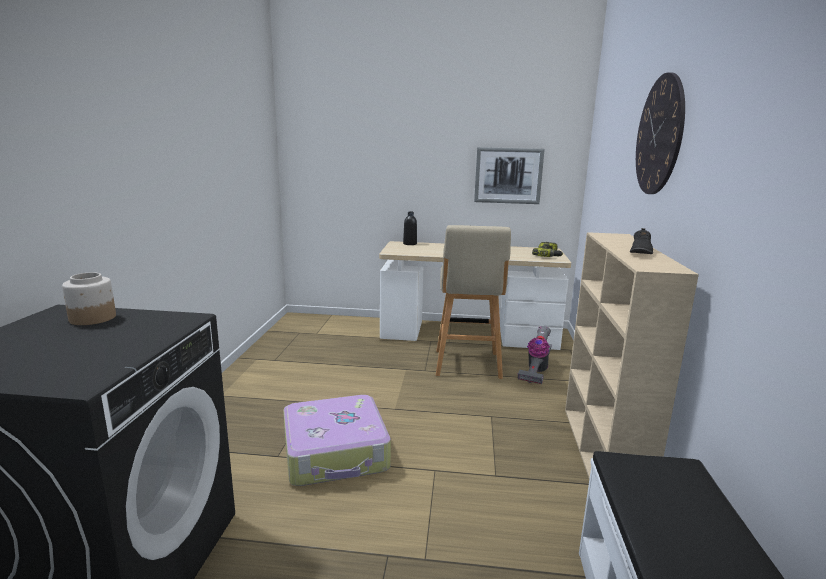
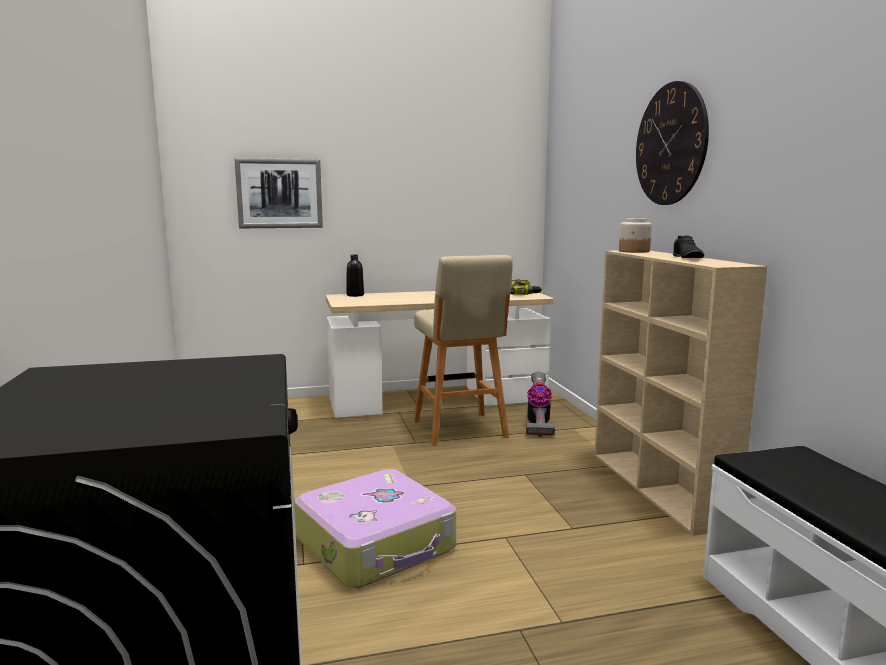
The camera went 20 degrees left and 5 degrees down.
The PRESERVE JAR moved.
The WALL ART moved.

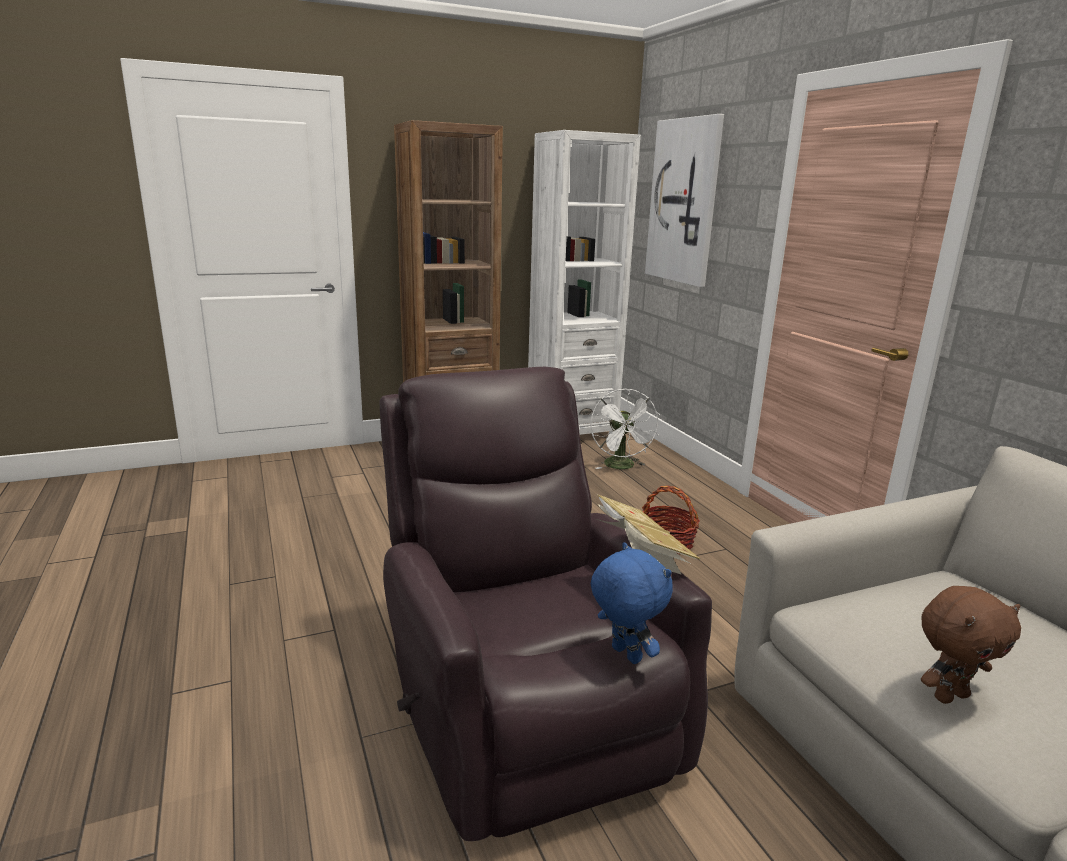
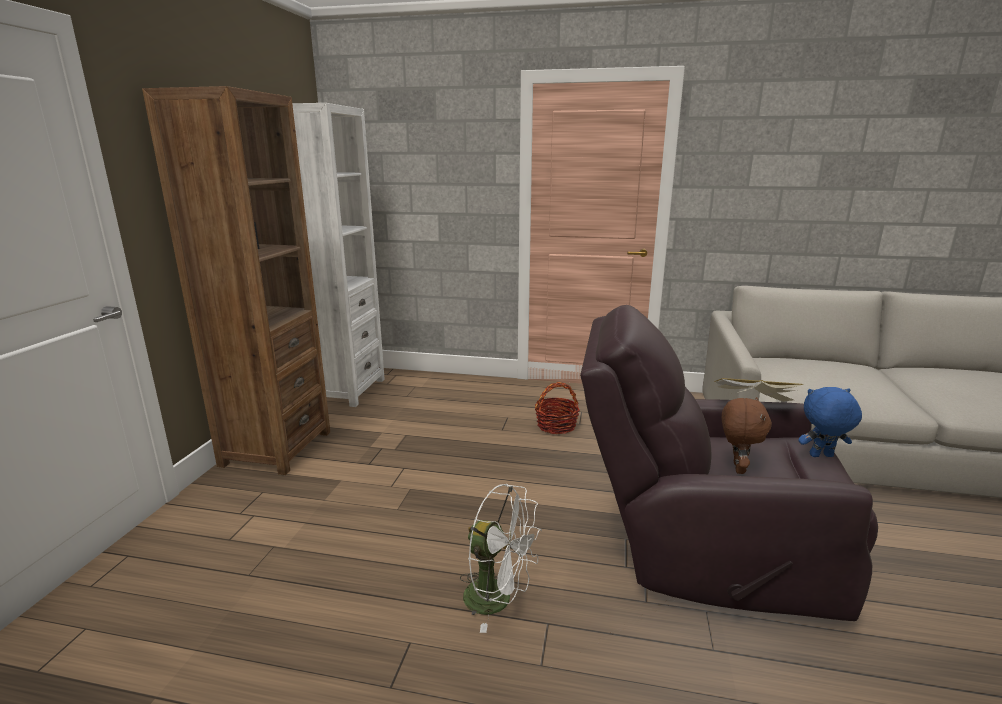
The camera went 55 degrees left and 0 degrees up.
The WALL ART disappeared.
The WHITISH FAN moved.
The BROWNISH CUDDLY TOY moved.

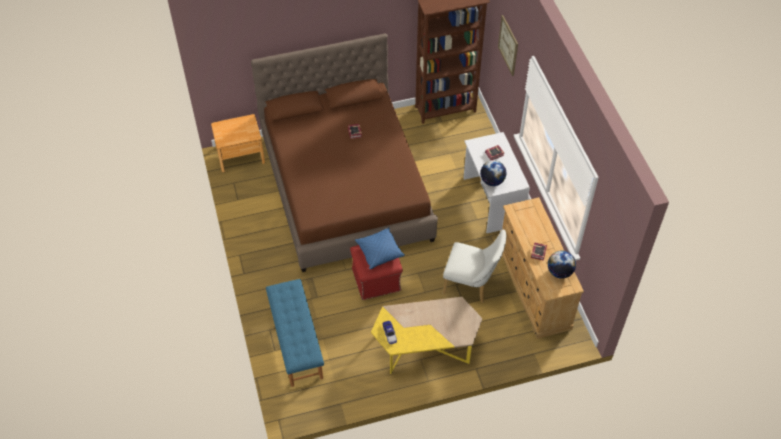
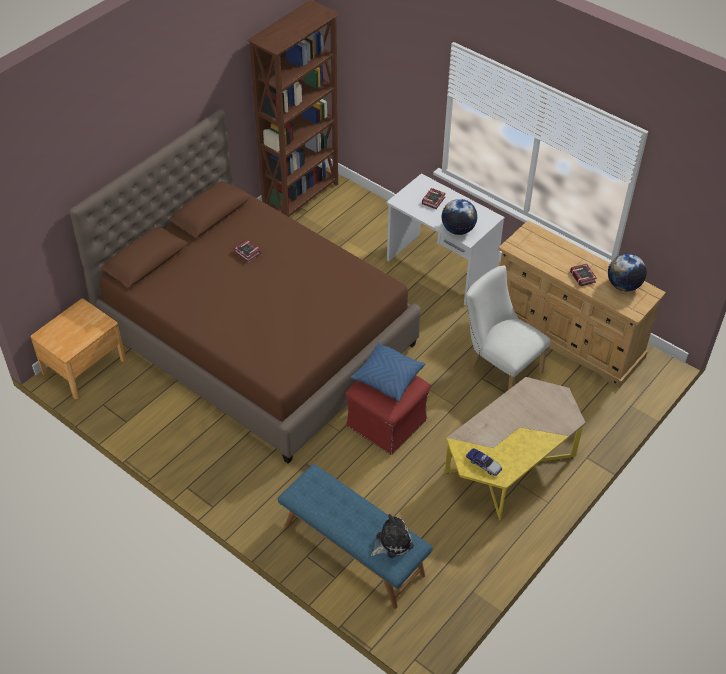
The camera went 35 degrees left and 5 degrees down.
The WALL ART disappeared.
The CUDDLY TOY appeared.
The WHITISH CHAIR turned 120 degrees counterclockwise.

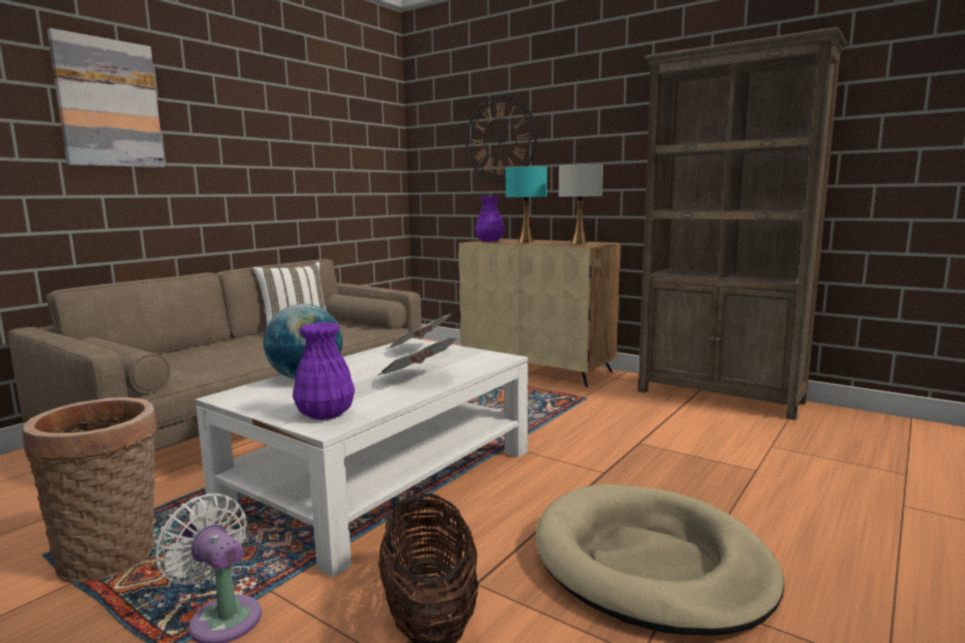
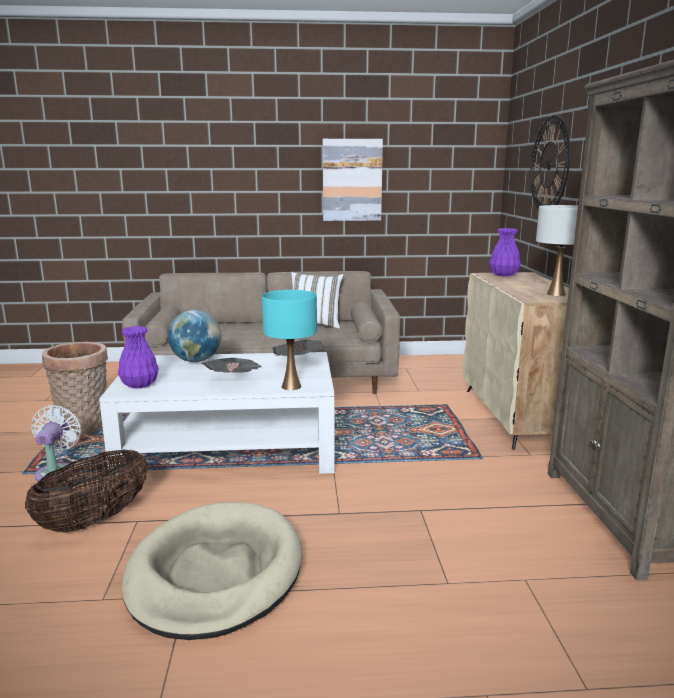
The camera went 50 degrees right and 5 degrees up.
The WALL ART moved.
The TURQUOISE LAMP FOR A TABLE moved.

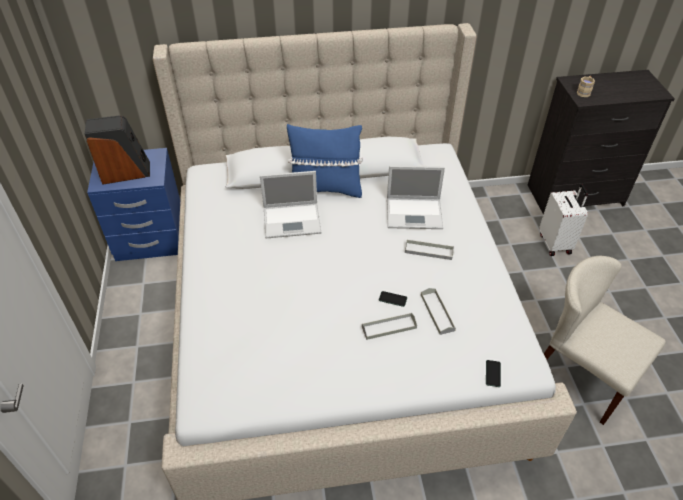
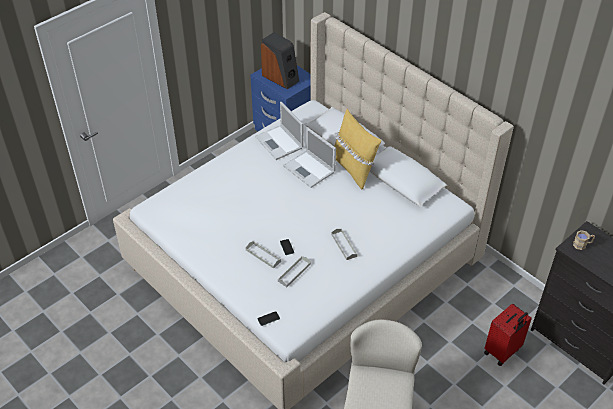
The camera went 55 degrees right and 0 degrees up.
The PORTABLE COMPUTER (2nd from left in the first image) moved.
The BLUE-COLOURED THROW PILLOW became the YELLOW-COLOURED THROW PILLOW.
The WHITISH PIECE OF LUGGAGE became the REDDISH PIECE OF LUGGAGE.

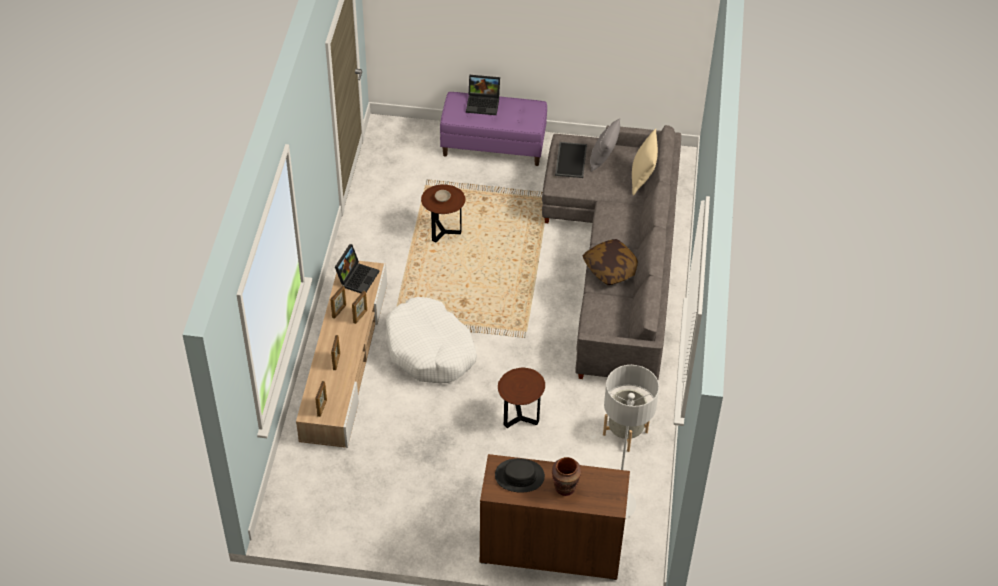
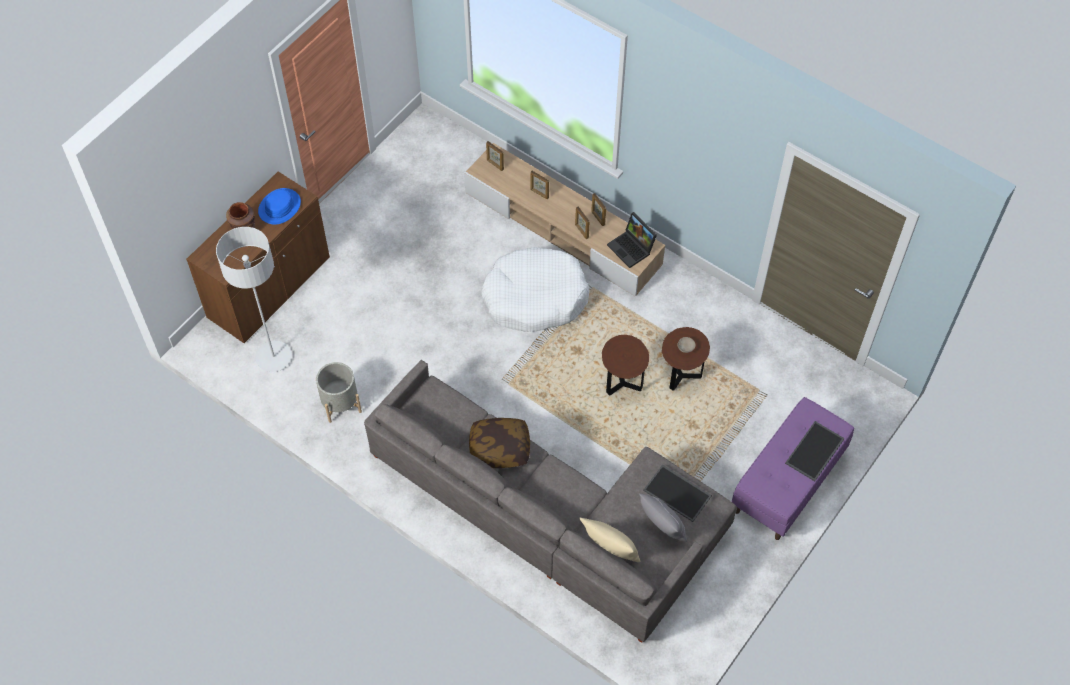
The camera went 120 degrees right and 10 degrees up.
The BROWNISH ACCENT TABLE (2nd from left in the first image) moved.
The PORTABLE COMPUTER (2nd from left) was replaced by the TRAY (2nd from left).
The BLACK-COLOURED CLOTHING HAT became the BLUE-COLOURED CLOTHING HAT.

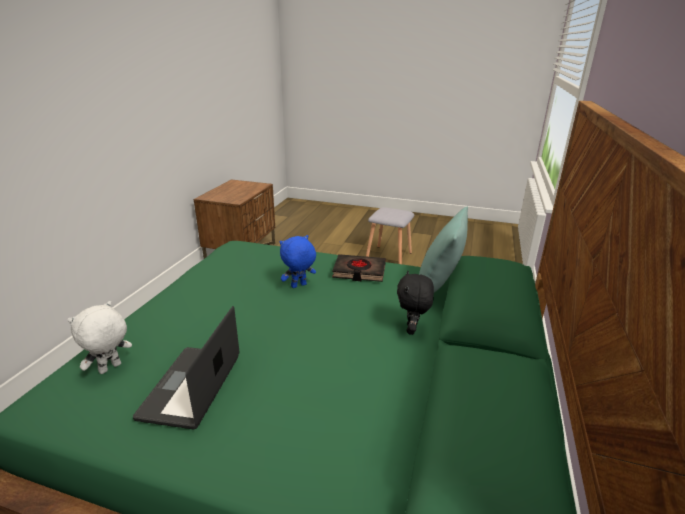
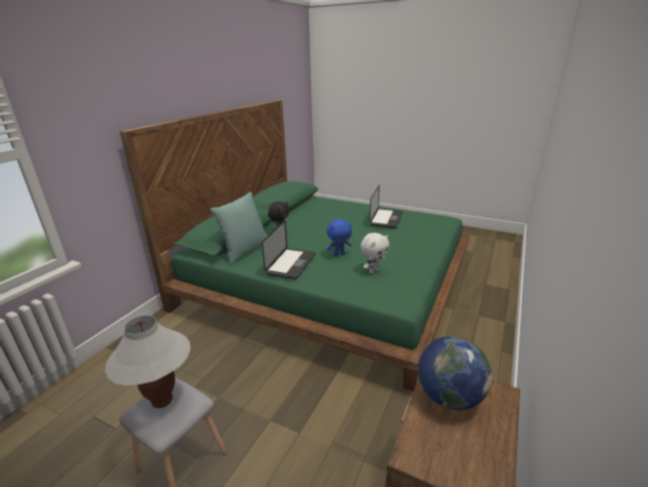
The camera went 170 degrees left and 0 degrees up.
The WHITISH LAMP FOR A TABLE appeared.
The GLOBE appeared.
The WHITISH CUDDLY TOY moved.
The BLACK-COLOURED BOOK was replaced by the PORTABLE COMPUTER (1st from left).

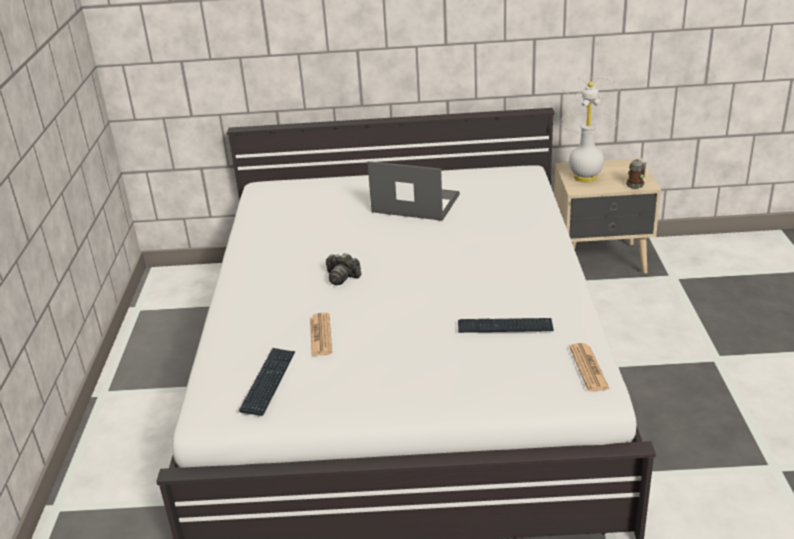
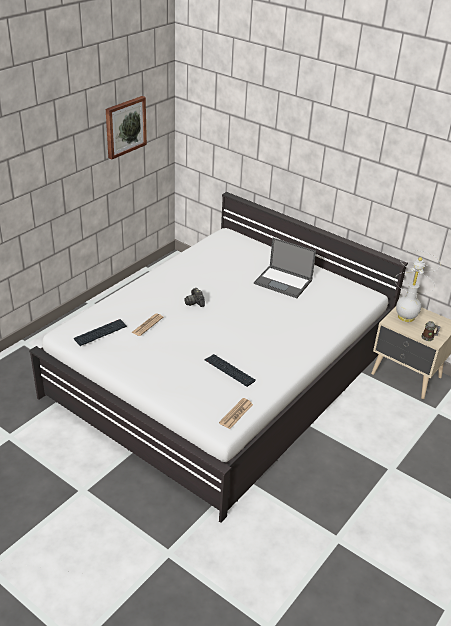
The camera went 35 degrees right and 5 degrees up.
The WALL ART appeared.
The PORTABLE COMPUTER turned 150 degrees clockwise.

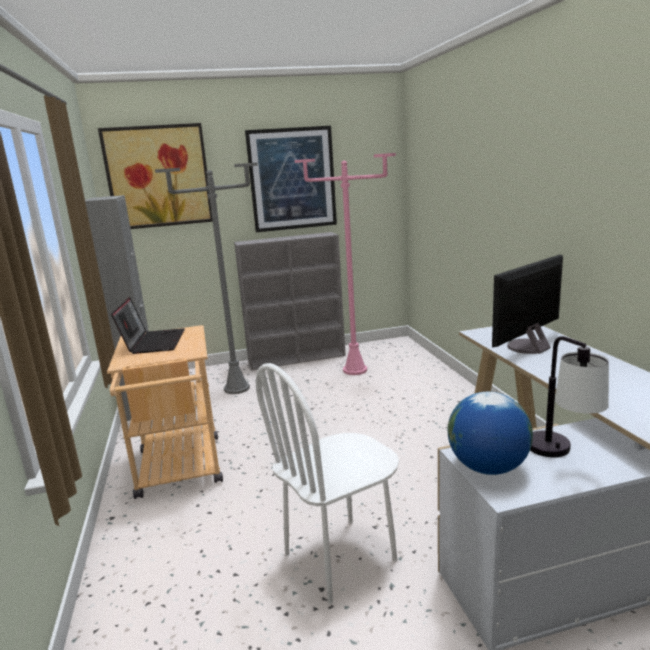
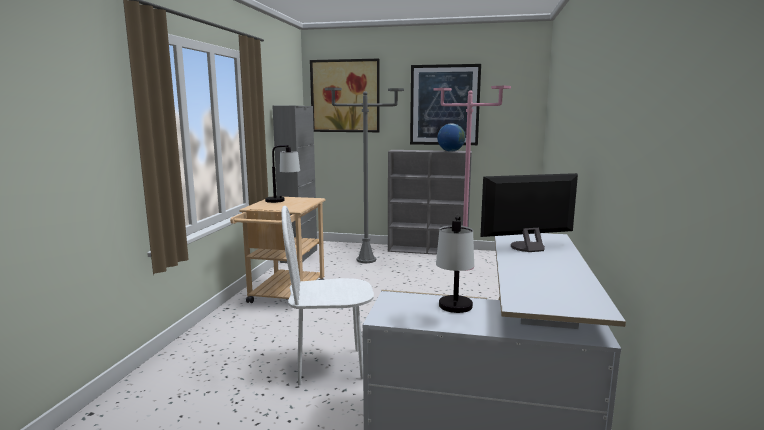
The camera went 25 degrees right and 5 degrees down.
The GLOBE moved.
The PORTABLE COMPUTER was replaced by the LAMP FOR A TABLE (1st from left).

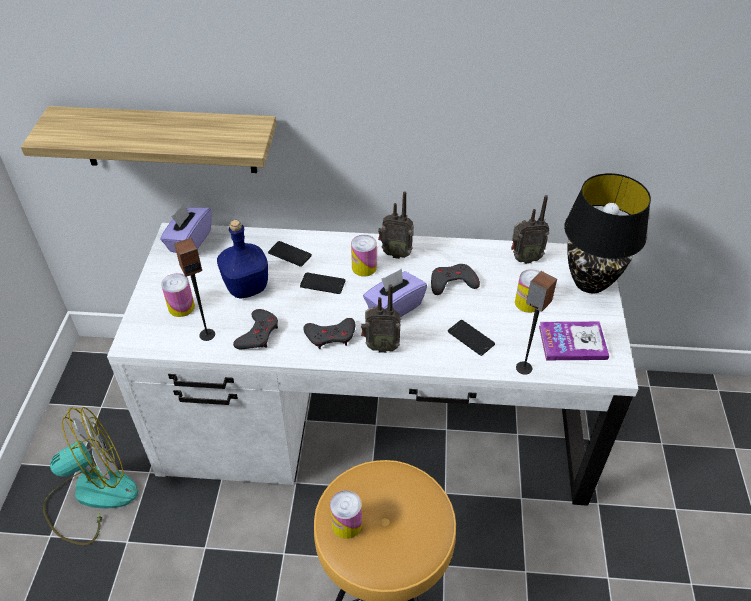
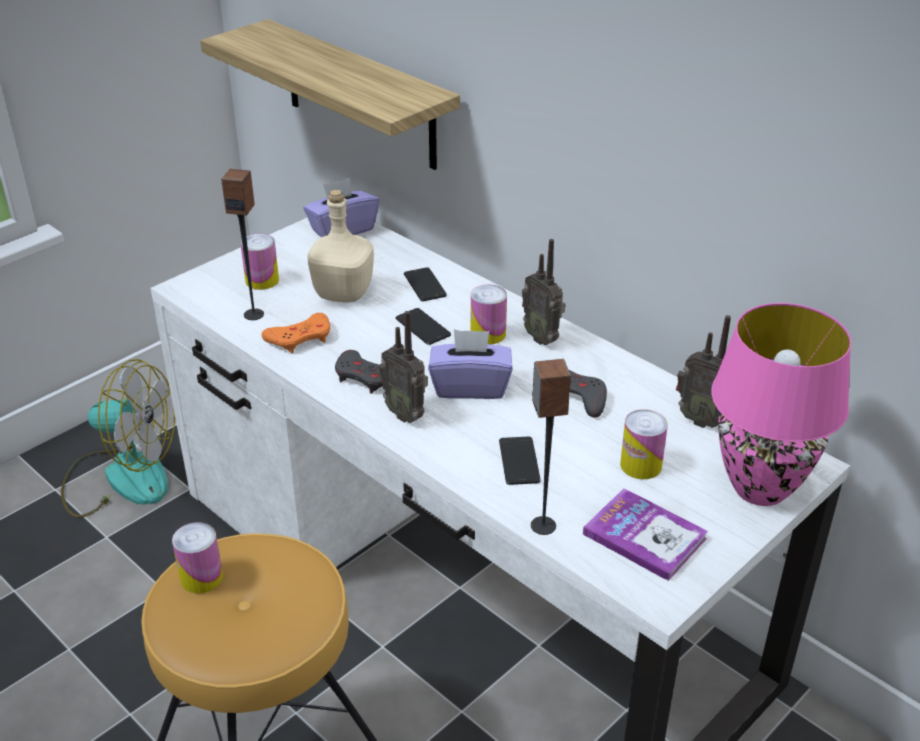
The camera went 40 degrees right and 10 degrees down.
The BLUE-COLOURED DRINK BOTTLE became the SAND-COLOURED DRINK BOTTLE.
The GREYISH GAME CONTROLLER (1st from left) became the ORANGEY GAME CONTROLLER.
The BLACK-COLOURED LAMP FOR A TABLE became the PINK-COLOURED LAMP FOR A TABLE.

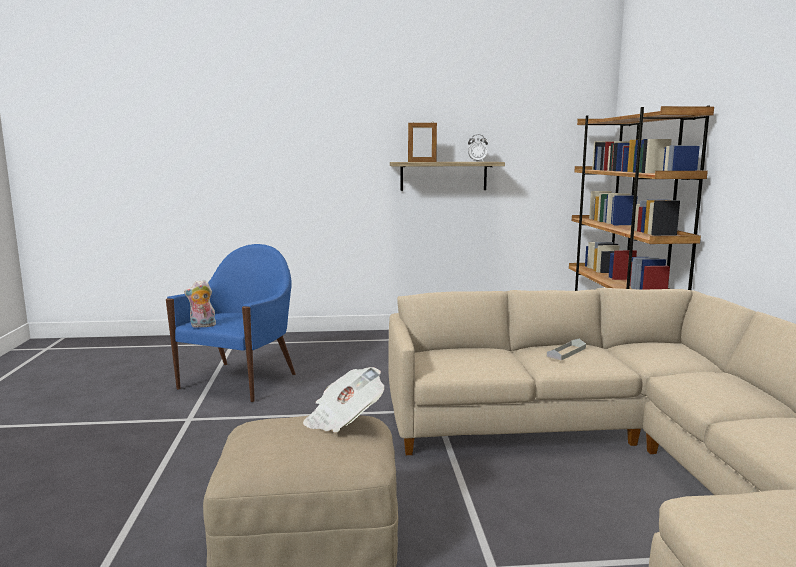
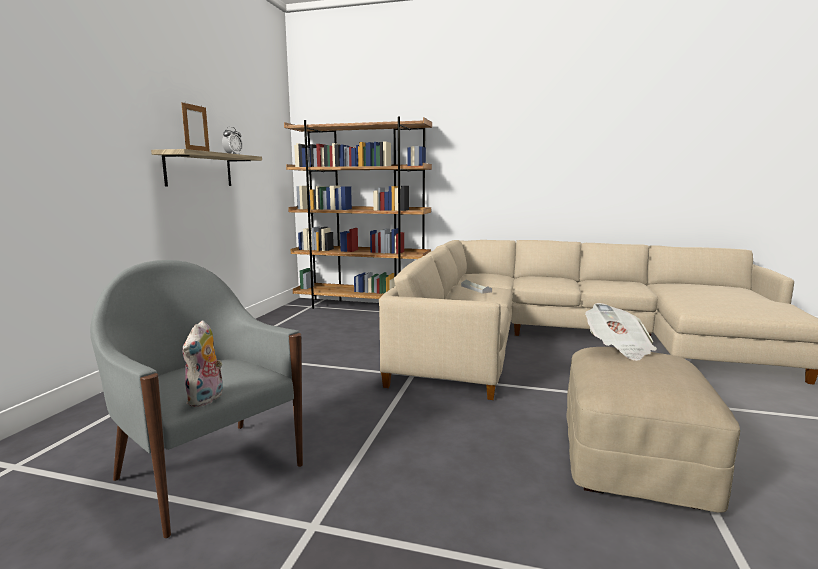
The camera went 70 degrees left and 0 degrees up.
The BLUE-COLOURED EASY CHAIR became the GREYISH EASY CHAIR.

